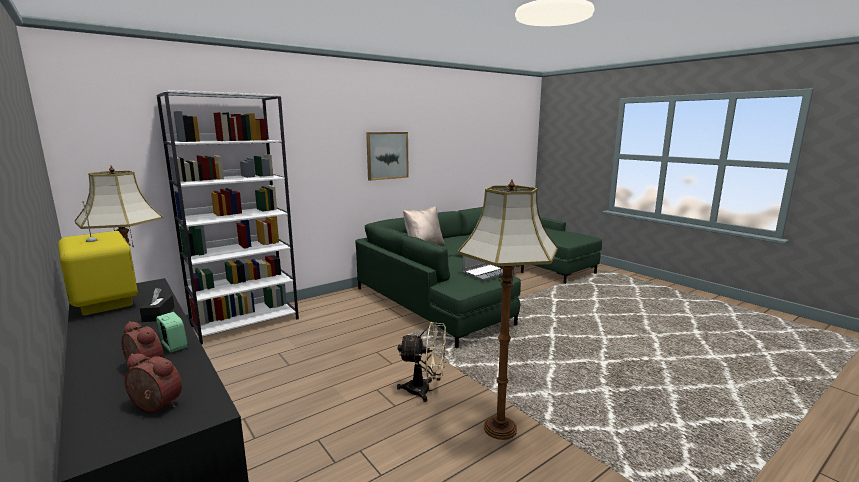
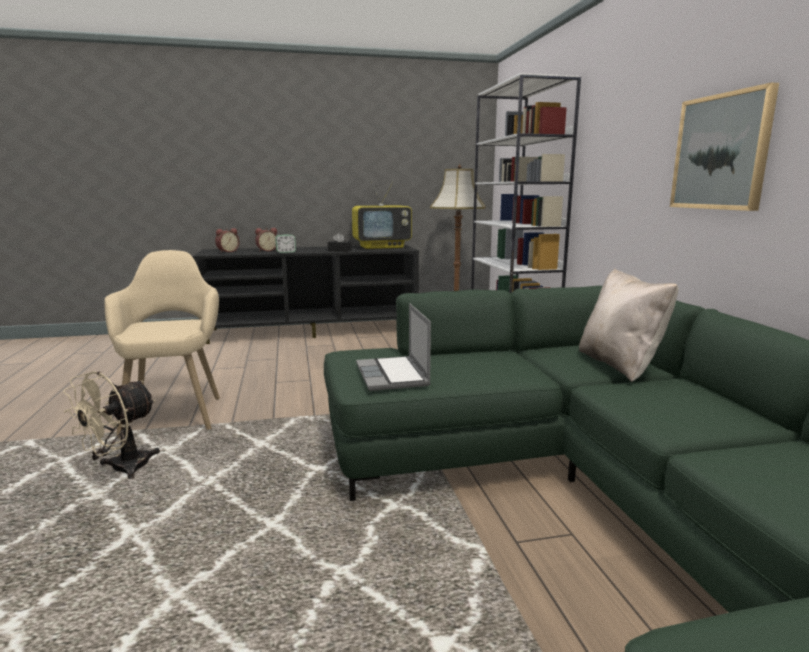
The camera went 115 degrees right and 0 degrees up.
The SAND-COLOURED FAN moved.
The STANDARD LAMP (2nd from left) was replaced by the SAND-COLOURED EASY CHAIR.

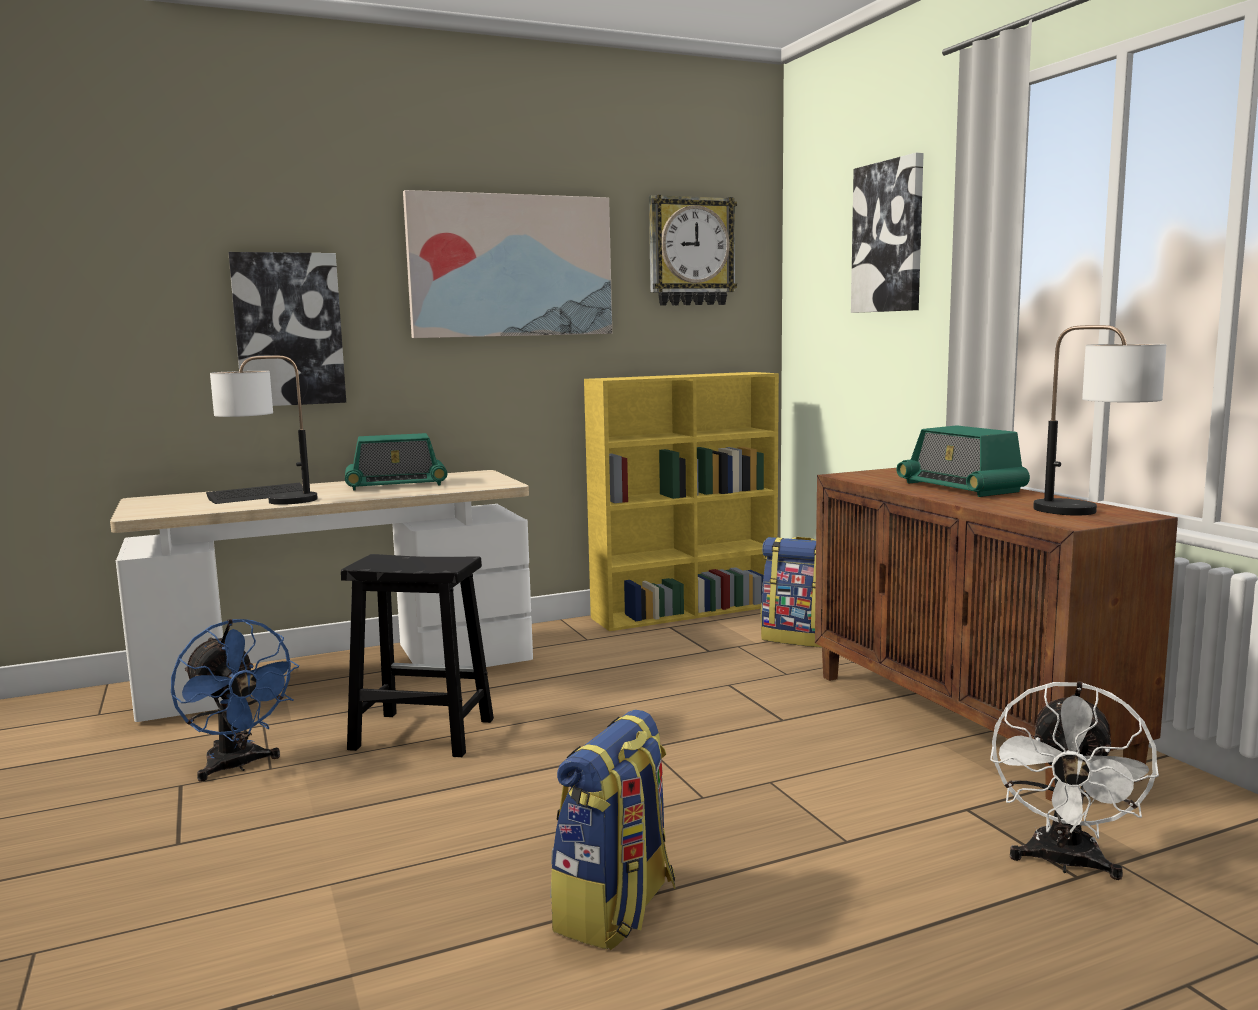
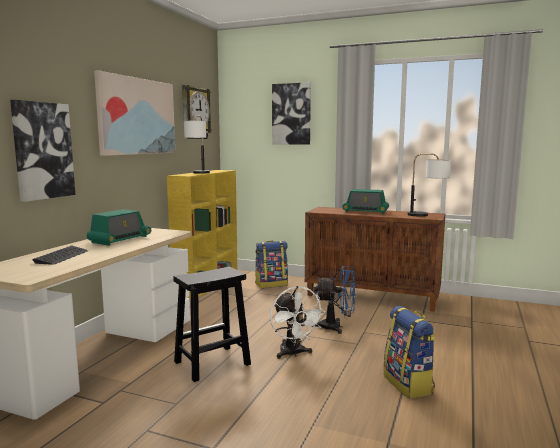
The camera went 45 degrees left and 0 degrees up.
The BLUE-COLOURED FAN moved.
The LAMP FOR A TABLE (1st from left) moved.
The WHITISH FAN moved.

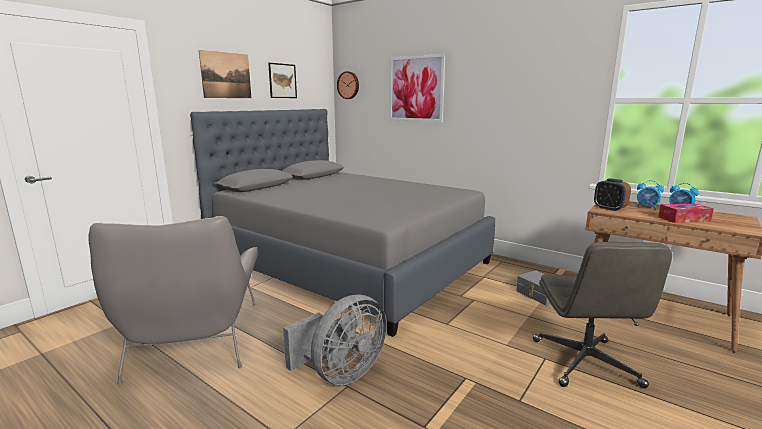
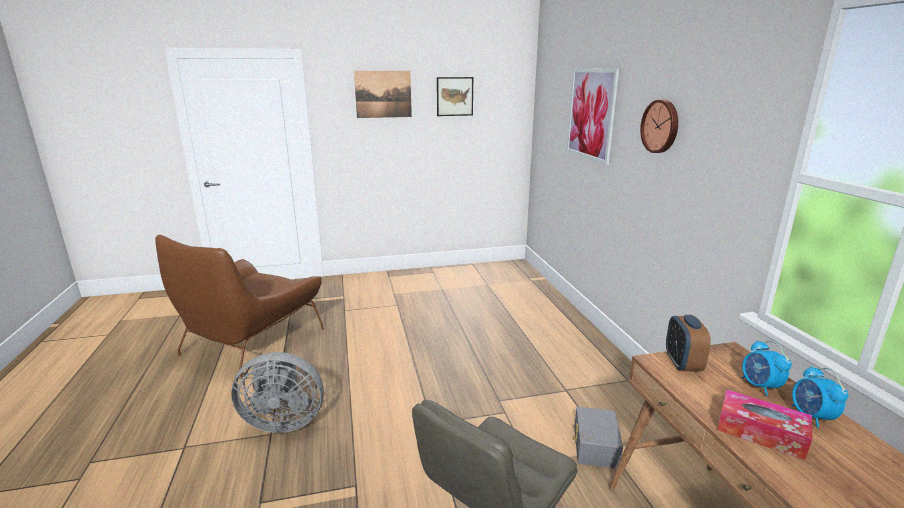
The camera went 40 degrees right and 5 degrees up.
The GREYISH BEDROOM BED disappeared.
The CLOCK ON THE WALL moved.
The GREYISH EASY CHAIR became the BROWNISH EASY CHAIR.

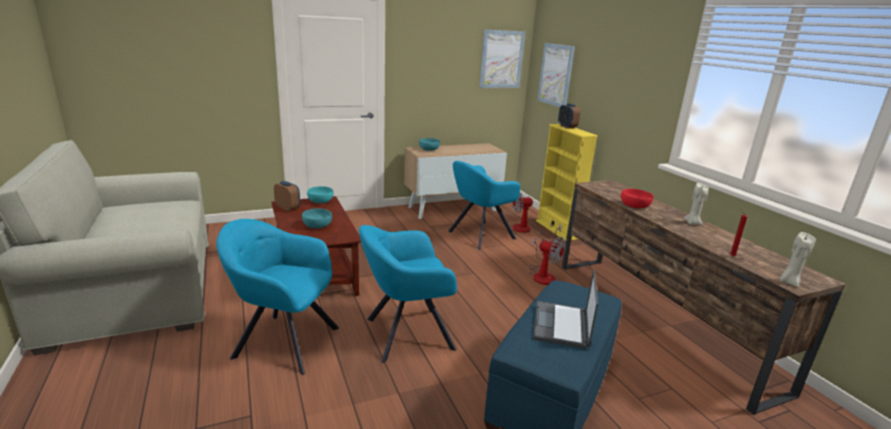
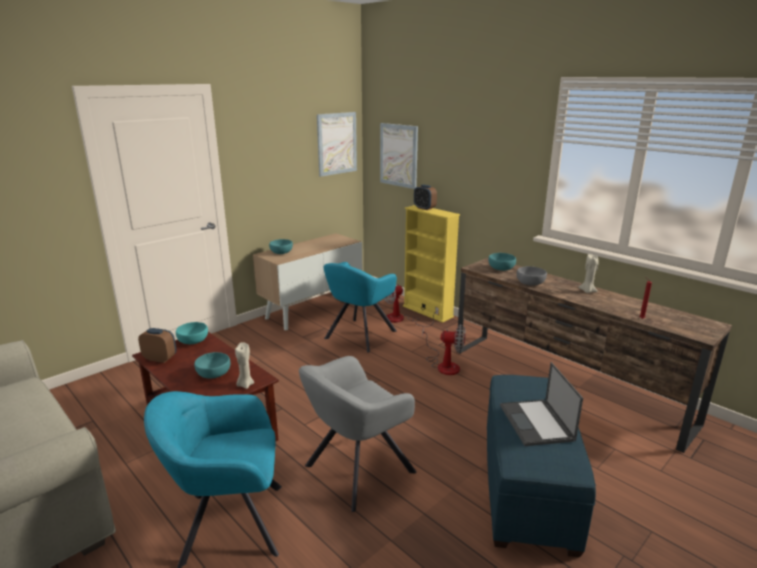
The camera went 20 degrees left and 0 degrees up.
The TURQUOISE DEEP DISH (4th from left) appeared.
The SAND-COLOURED WAX CANDLE (2nd from left in the first image) moved.
The TURQUOISE EASY CHAIR (2nd from left) became the GREYISH EASY CHAIR.
The REDDISH DEEP DISH became the GREYISH DEEP DISH.

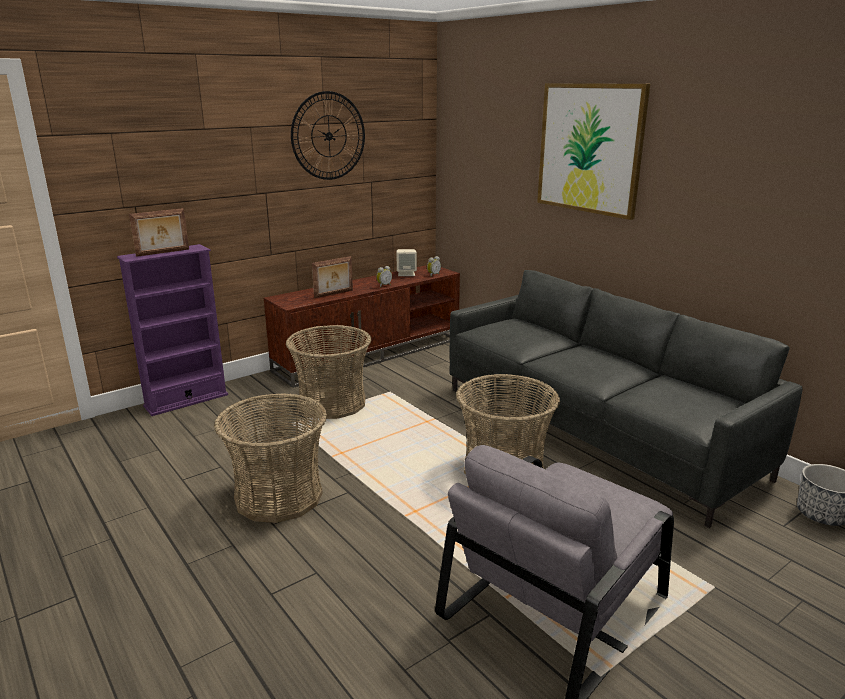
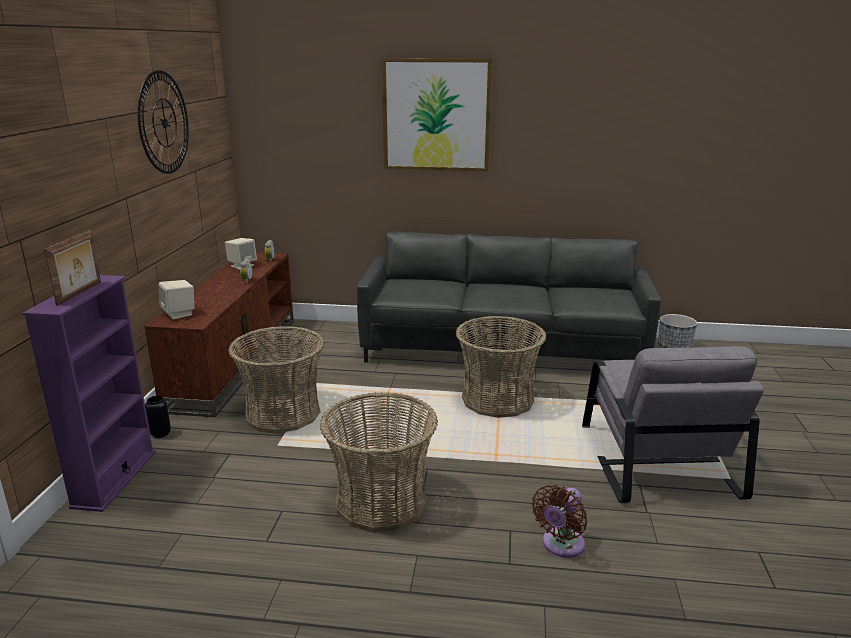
The camera went 45 degrees left and 0 degrees up.
The STANDING FRAME (2nd from left) disappeared.
The BLACK-COLOURED VASE appeared.
The SAND-COLOURED AUDIO SPEAKER (1st from left) appeared.
The BROWNISH FAN appeared.

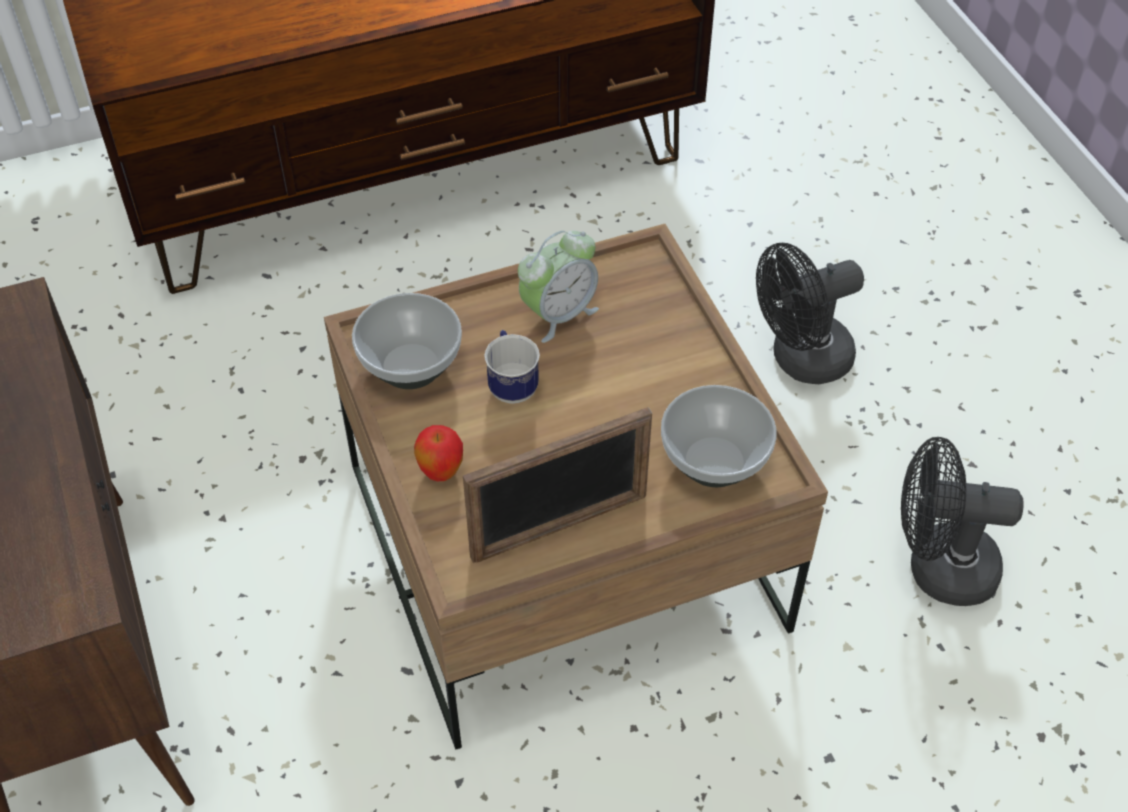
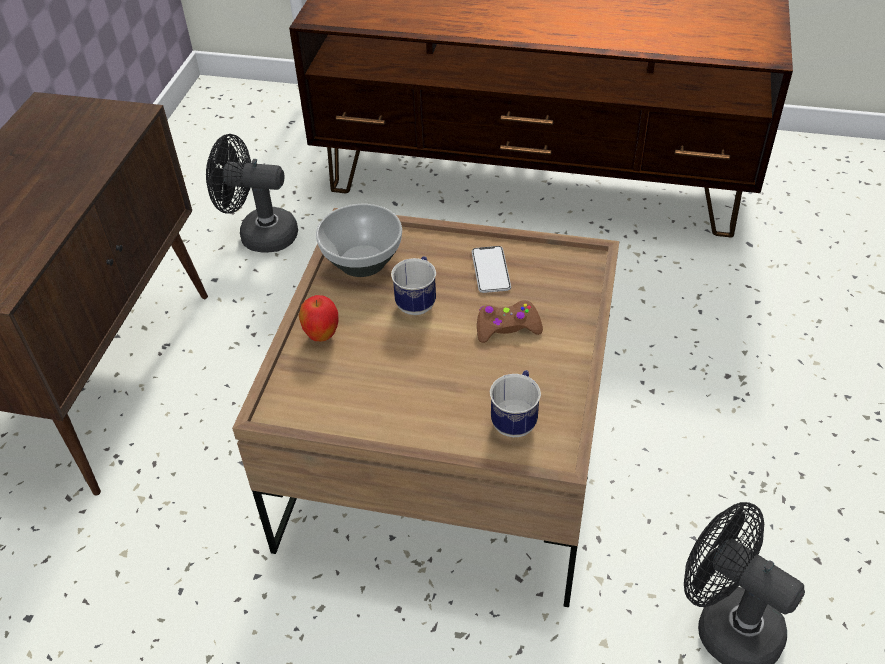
The camera went 35 degrees right and 5 degrees down.
The STANDING FRAME disappeared.
The BROWNISH GAME CONTROLLER appeared.
The BLACK-COLOURED FAN (1st from left) moved.
The ALARM CLOCK was replaced by the TELEPHONE.
The DEEP DISH (2nd from left) was replaced by the COFFEE MUG (2nd from left).

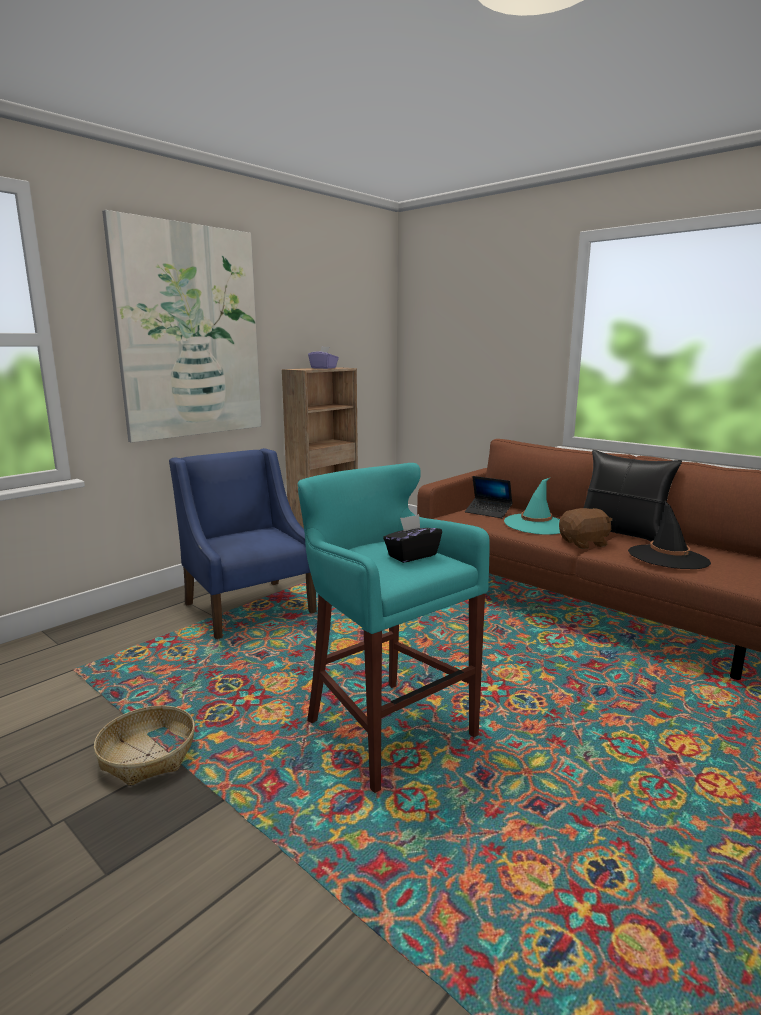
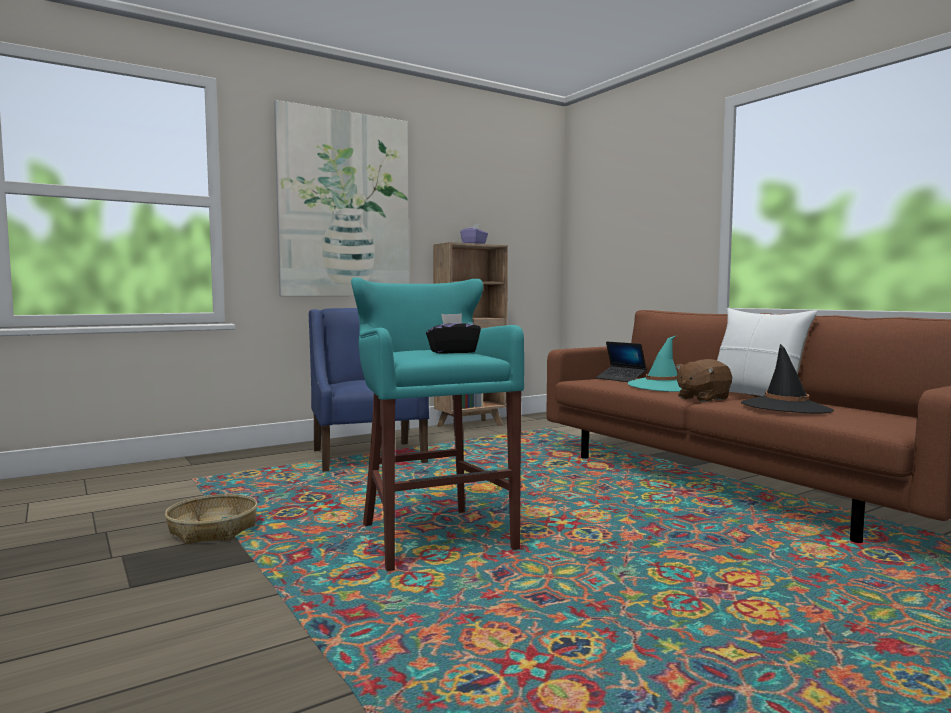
The camera went 15 degrees right and 10 degrees down.
The BLACK-COLOURED THROW PILLOW became the WHITISH THROW PILLOW.
The BROWNISH CUDDLY TOY turned 150 degrees clockwise.

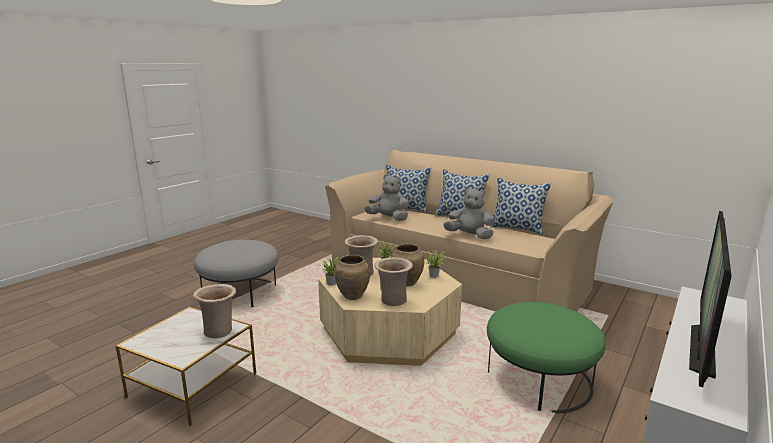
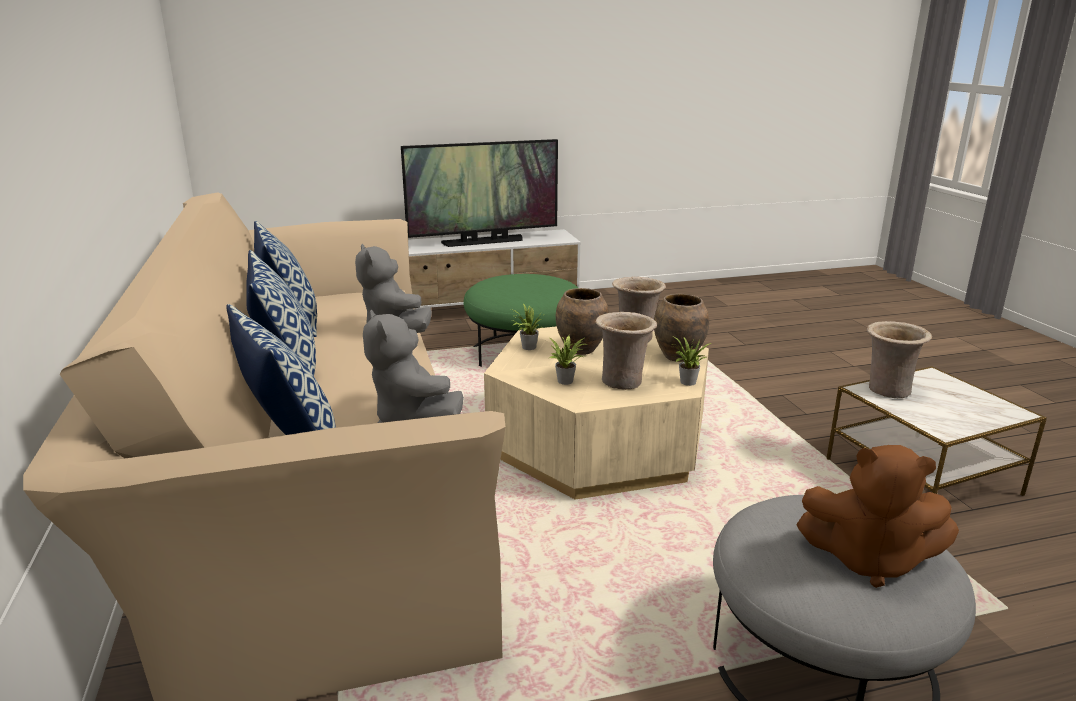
The camera went 140 degrees left and 5 degrees up.
The BROWNISH CUDDLY TOY appeared.

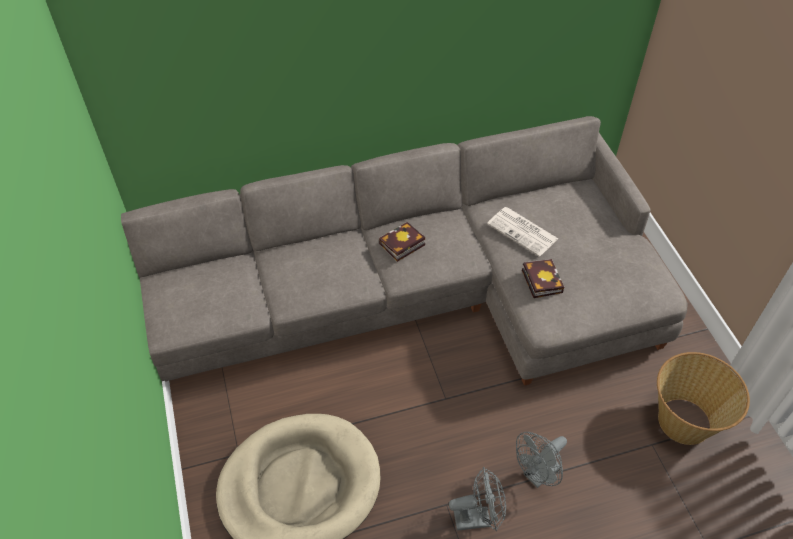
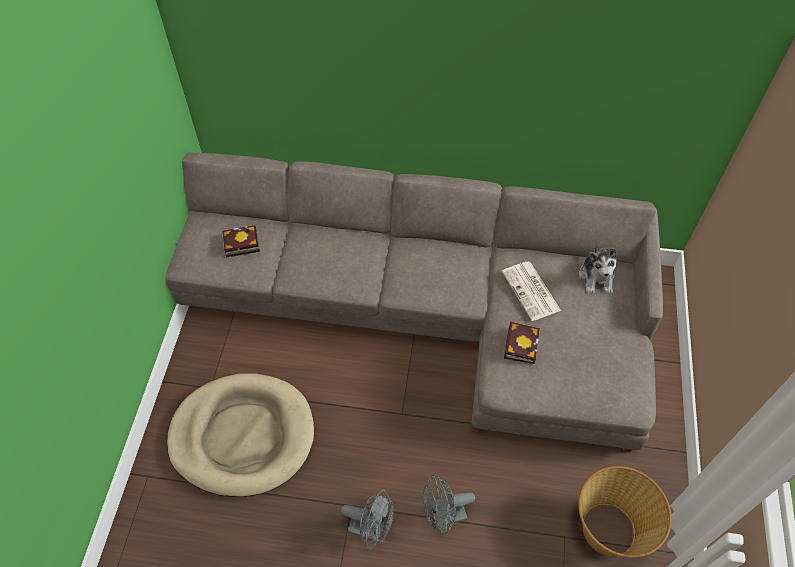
The camera went 25 degrees right and 5 degrees up.
The CUDDLY TOY appeared.
The BOOK (1st from left) moved.

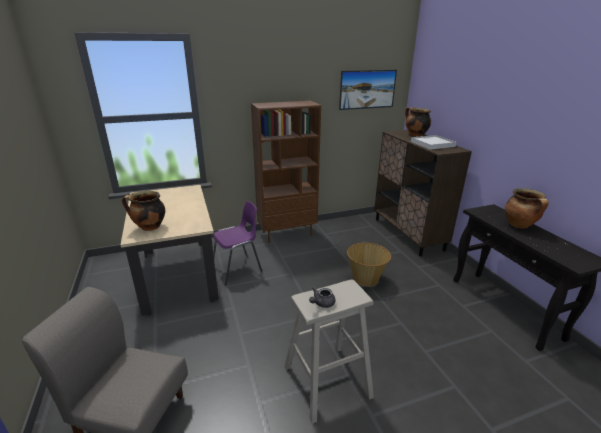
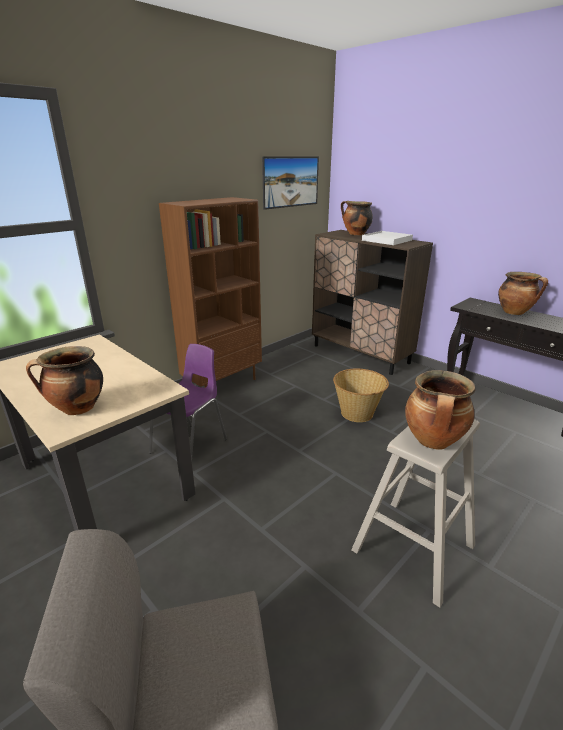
The camera went 25 degrees left and 0 degrees up.
The GREYISH POT FOR TEA was replaced by the STOCKPOT (3rd from left).

